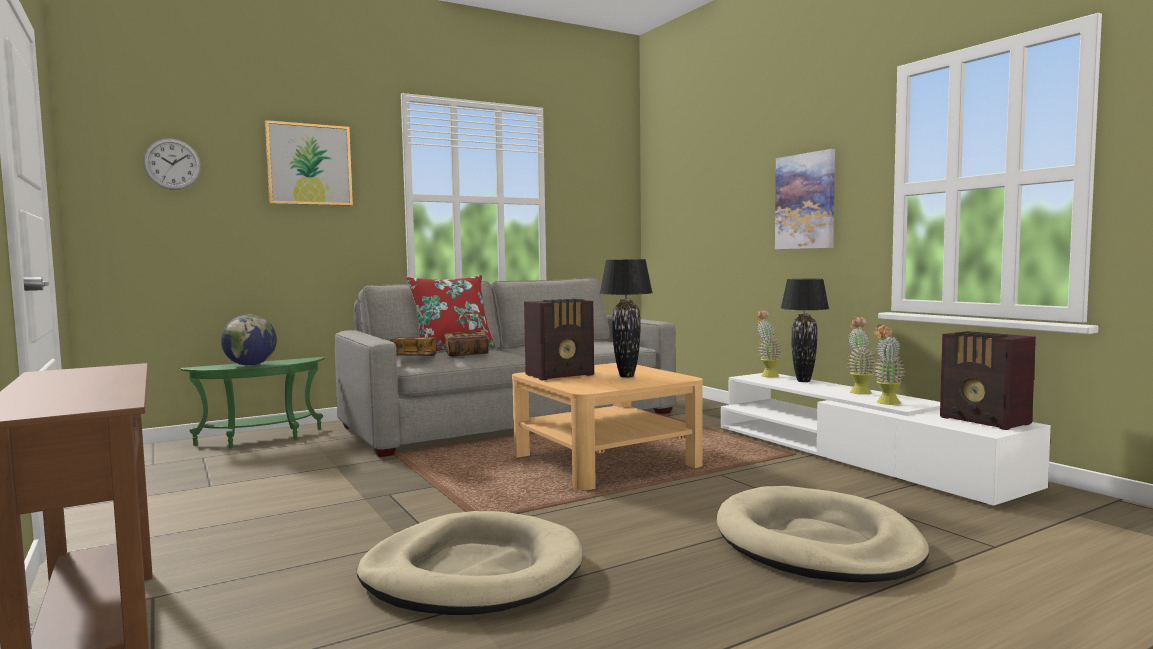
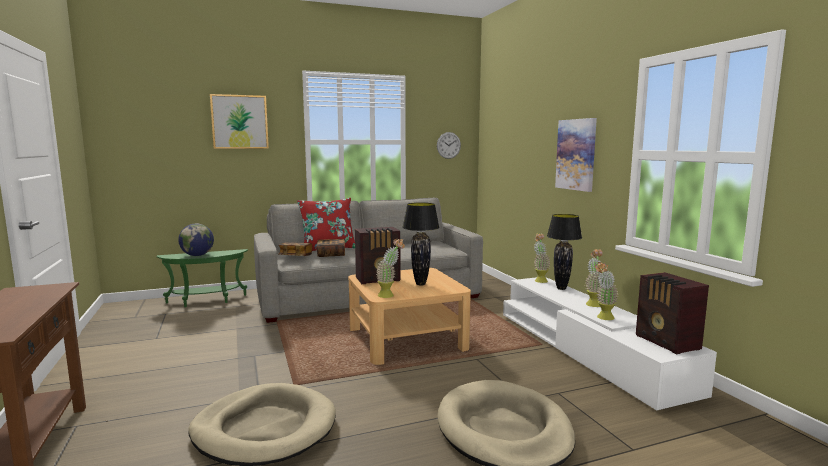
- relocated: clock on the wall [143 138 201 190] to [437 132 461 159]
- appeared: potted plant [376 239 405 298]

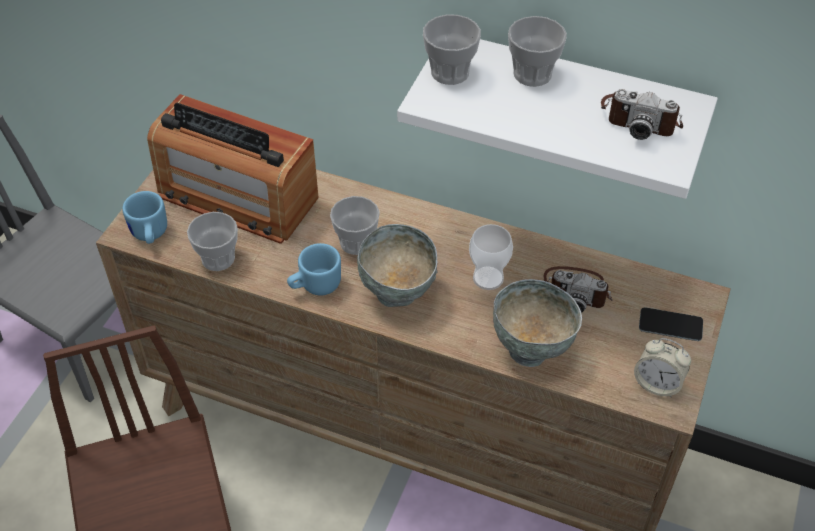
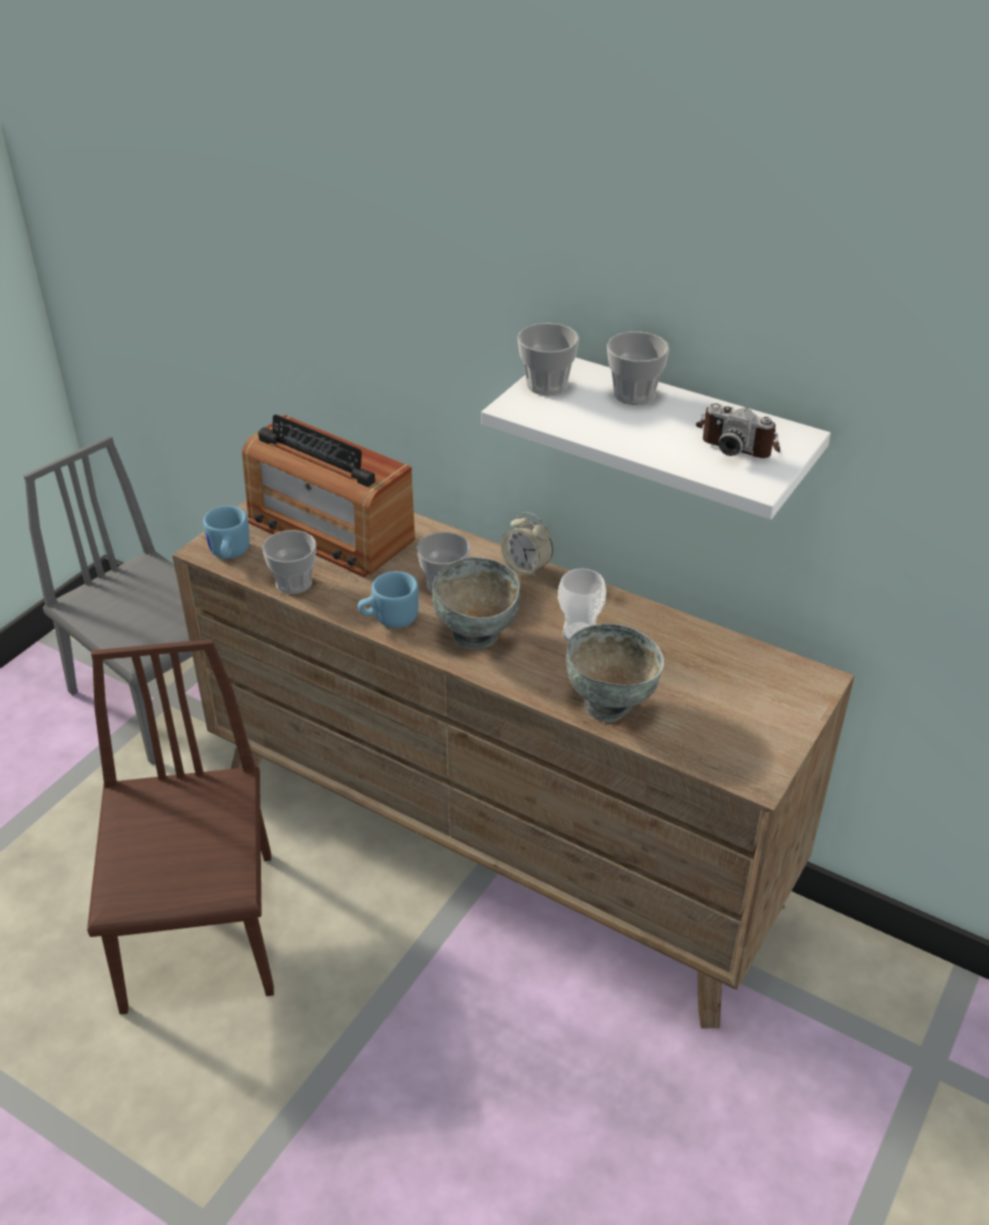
- missing: photo camera [544 266 612 313]
- relocated: bedside clock [634 338 691 397] to [501 512 553 578]
- missing: telephone [639 307 703 341]

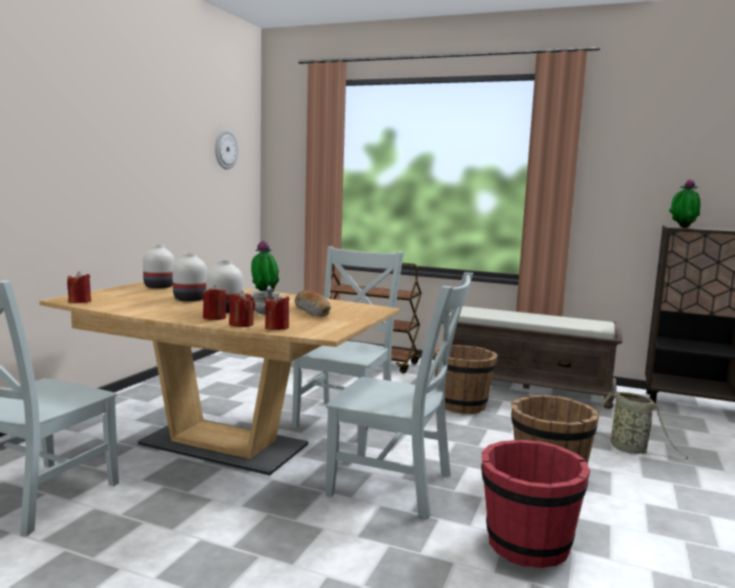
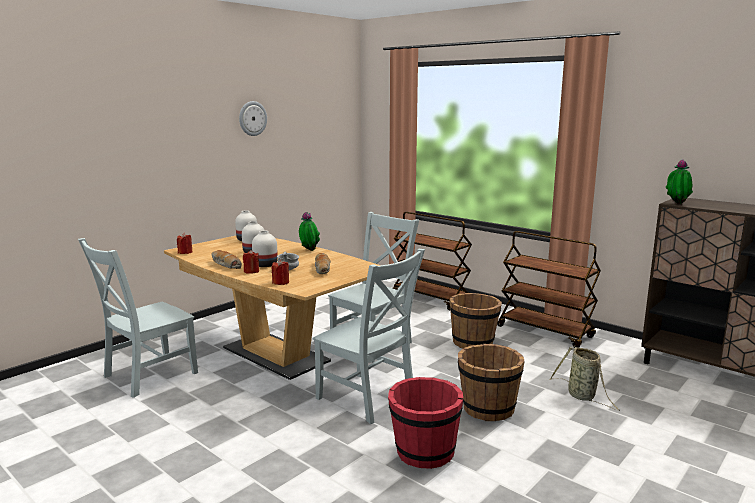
- relocated: clock on the wall [215 130 238 169] to [239 101 267 136]
- missing: red candle [229 291 255 327]
- exchanged: brown-coloured long seat [442 306 622 409] to brown-coloured wheeled cart [497 231 601 348]
- appeared: bread [211 250 242 269]

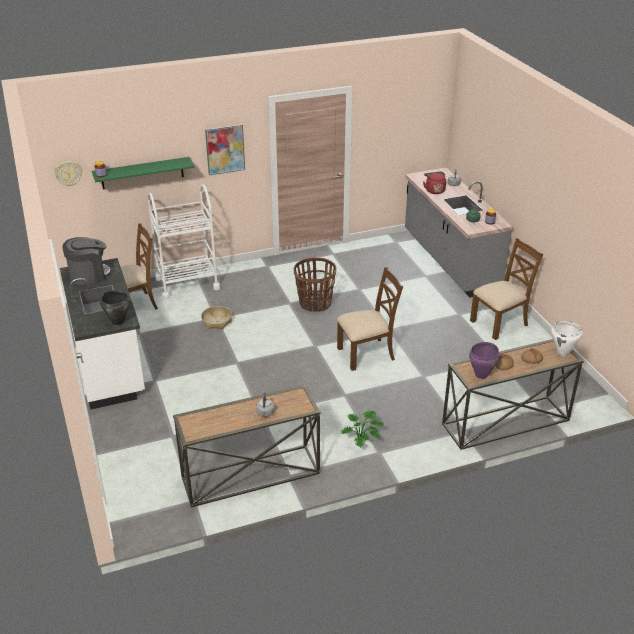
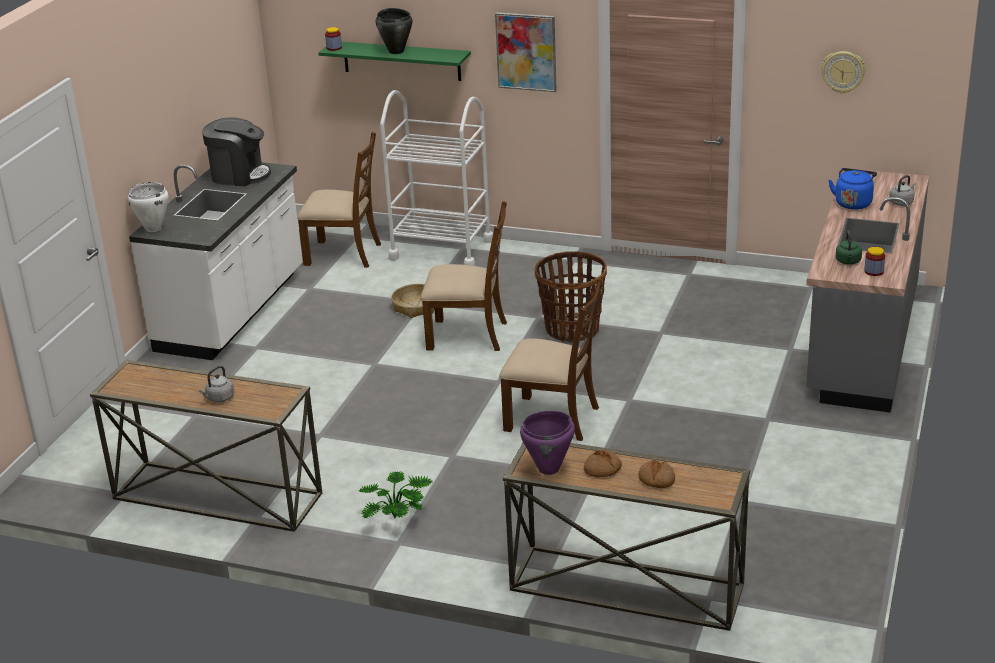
- relocated: clock on the wall [55 161 82 186] to [821 51 866 94]
- relocated: blackish saucepot [100 290 130 325] to [376 8 413 54]
- colour: red water kettle [423 172 446 194] to blue-coloured water kettle [828 168 877 210]
- relocated: brown-coloured chair [470 238 543 340] to [421 201 507 351]
- relocated: white-coloured saucepot [551 321 583 356] to [128 182 168 232]

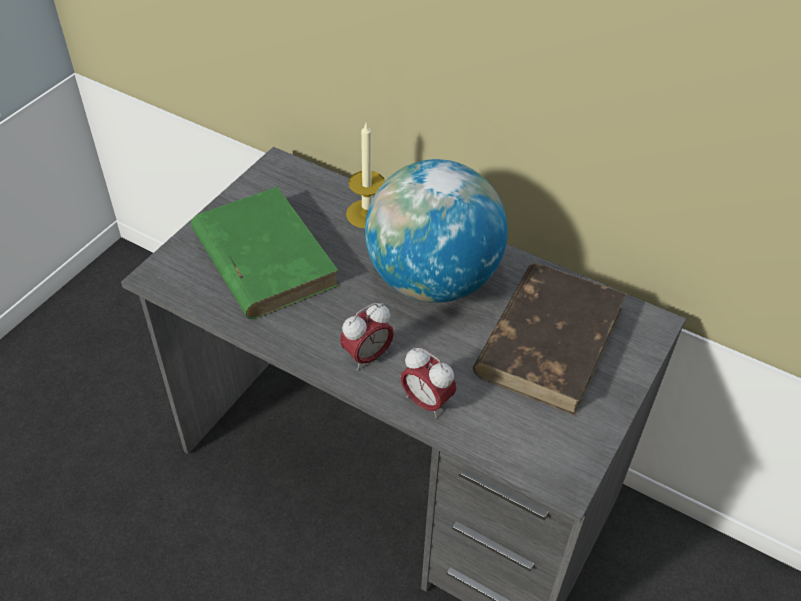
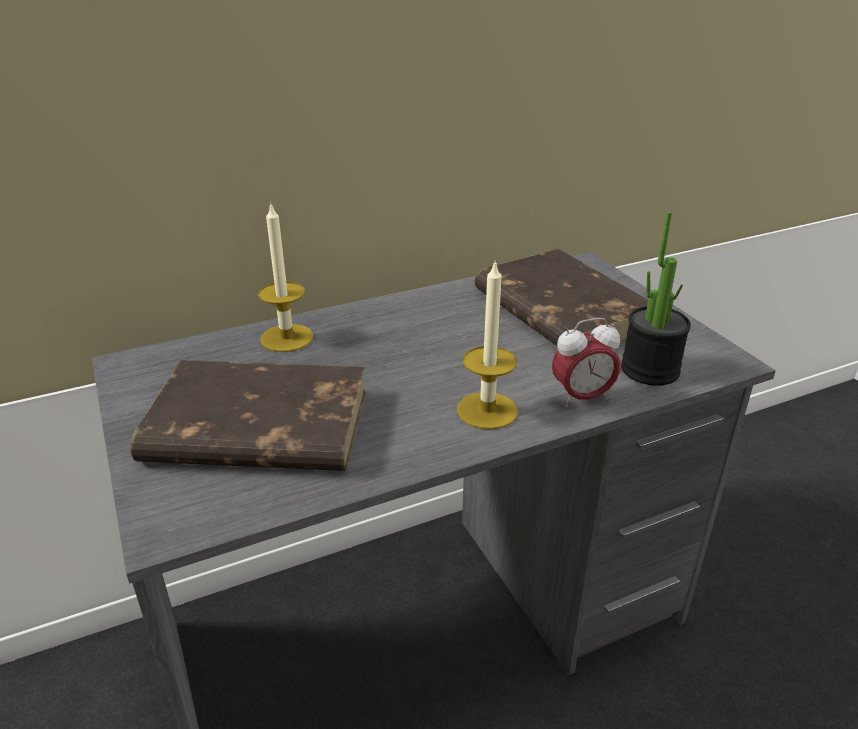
- colour: greenish book [191 187 339 319] to brown-coloured book [131 360 367 471]
- exchanged: bedside clock [340 303 394 371] to candle [457 259 518 430]
- missing: desk globe [365 159 508 303]
- appeared: potted plant [621 211 691 386]

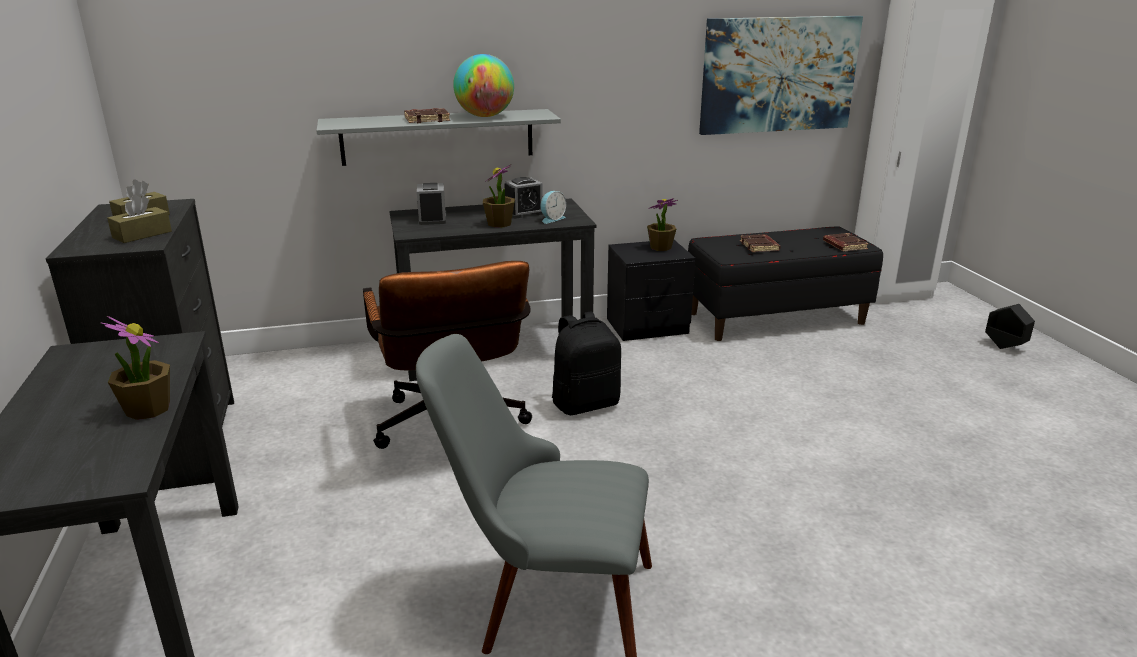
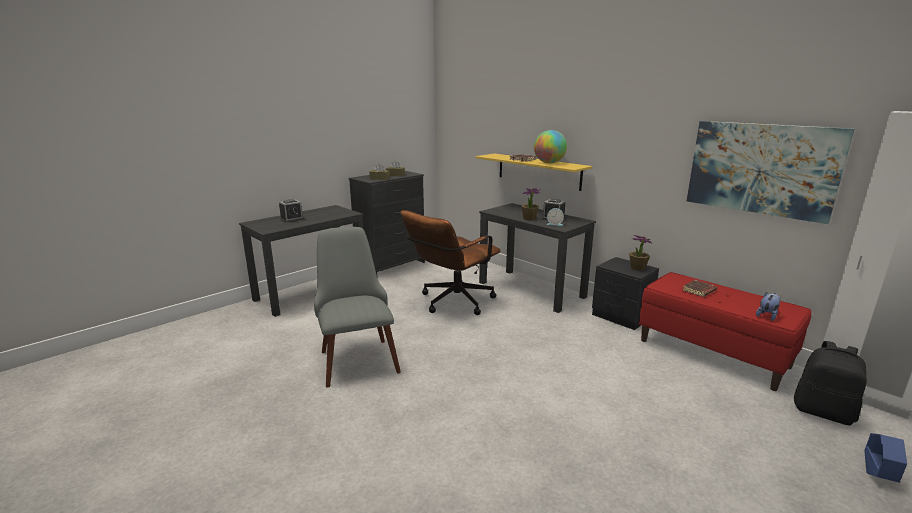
- missing: potted plant [100 316 170 420]
- colour: gray bracket shelf [316 109 561 166] to yellow-coloured bracket shelf [476 153 592 191]
- relocated: bedside clock [417 183 446 225] to [279 199 304 223]
- relocated: blackish rucksack [552 312 621 415] to [794 341 867 426]
- colour: blackish long seat [688 226 883 341] to red long seat [639 272 811 391]
- exchanged: brown-coloured book [823 233 869 252] to plush toy [756 292 781 321]
- colour: blackish planter [985 304 1035 349] to blue-coloured planter [864 433 907 483]

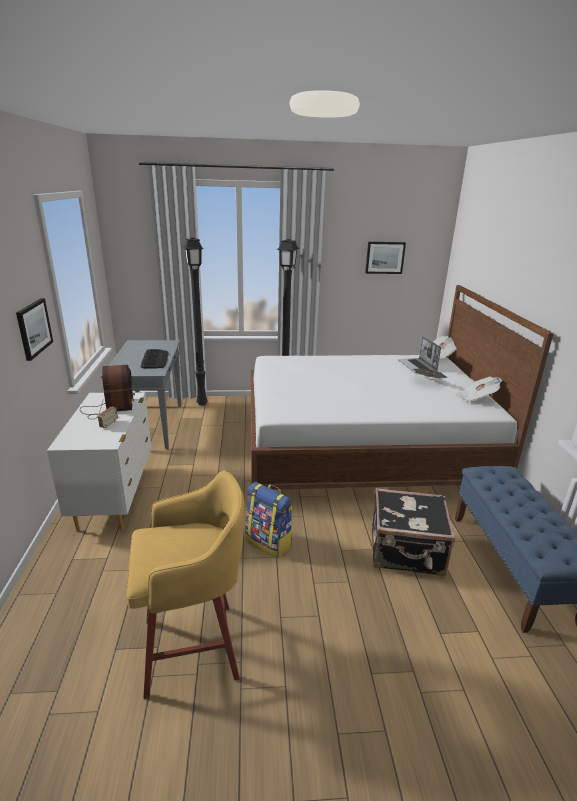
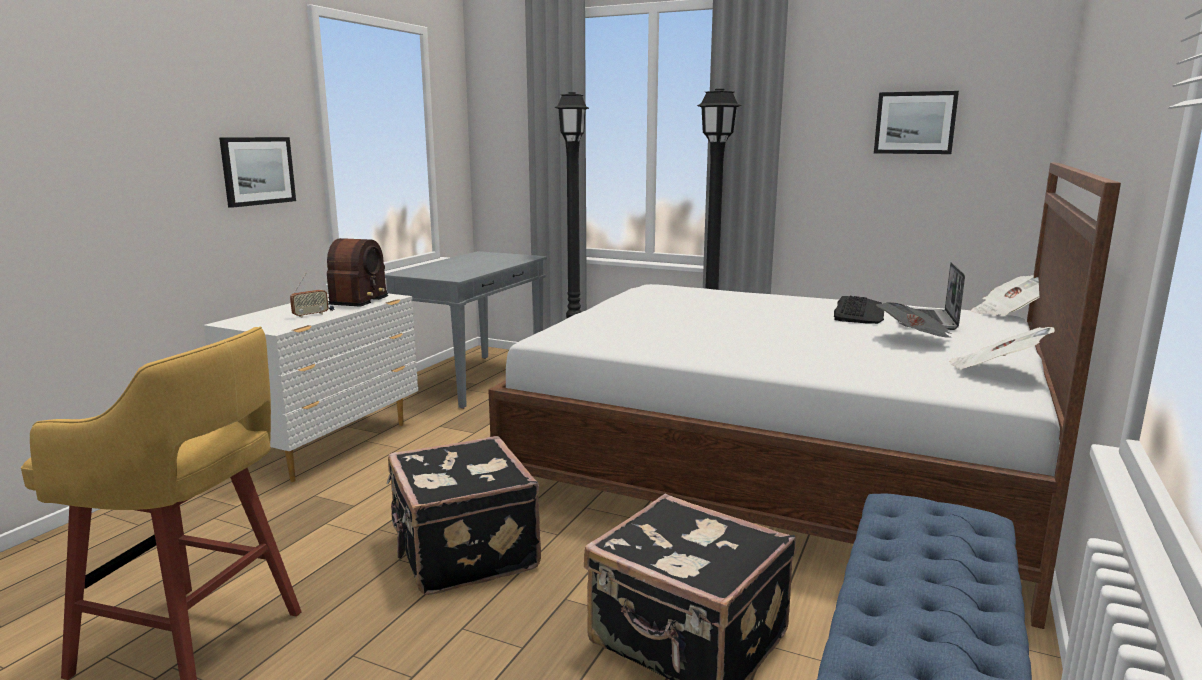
- relocated: keyboard [141 349 169 369] to [834 296 884 324]
- exchanged: rucksack [245 482 293 558] to blackish piece of luggage [387 436 541 595]

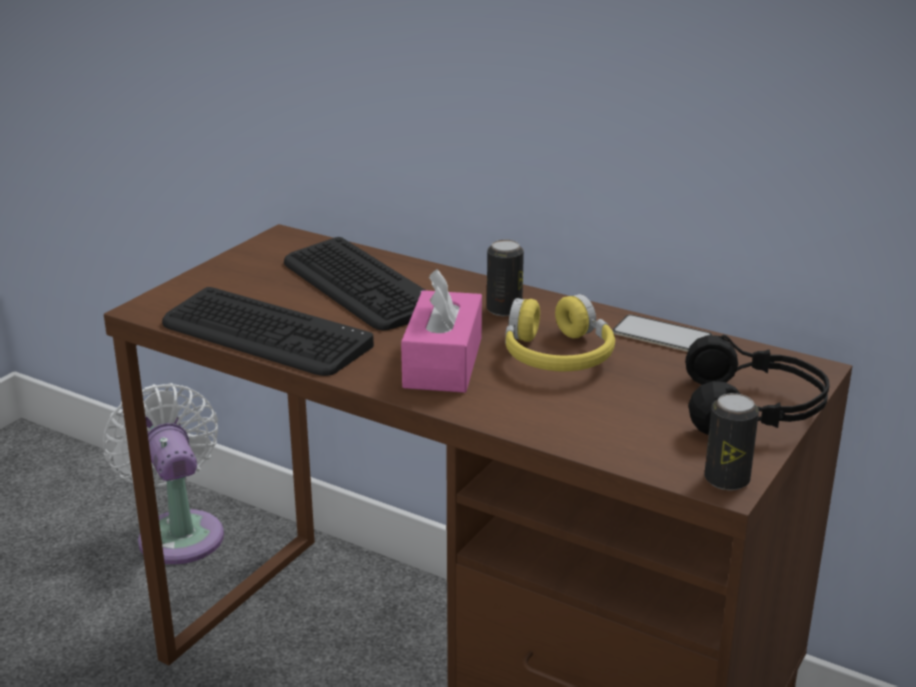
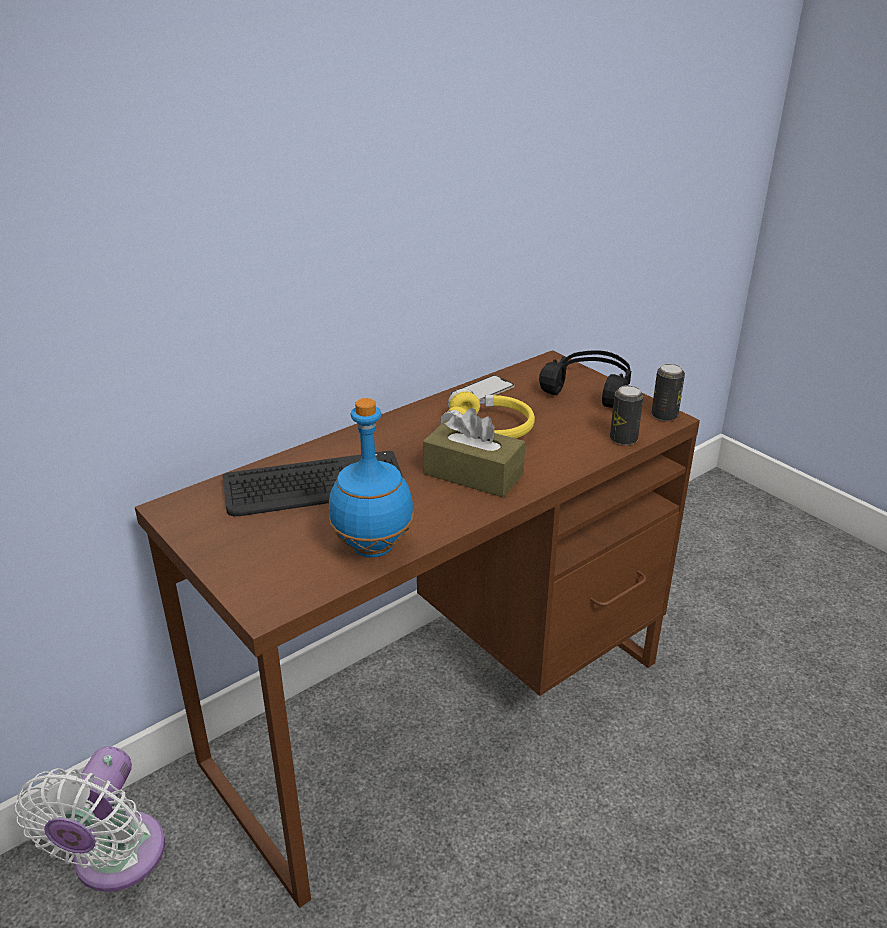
- spun: white-coloured cooling fan [103 383 224 564] = [15 746 165 892] 75 degrees counterclockwise
- exchanged: keyboard [162 287 374 376] to blue-coloured beverage bottle [329 398 414 558]
- colour: pink-coloured box of tissues [401 269 482 393] to brown-coloured box of tissues [423 408 525 497]
- relocated: sealed can [487 240 524 316] to [610 385 644 445]

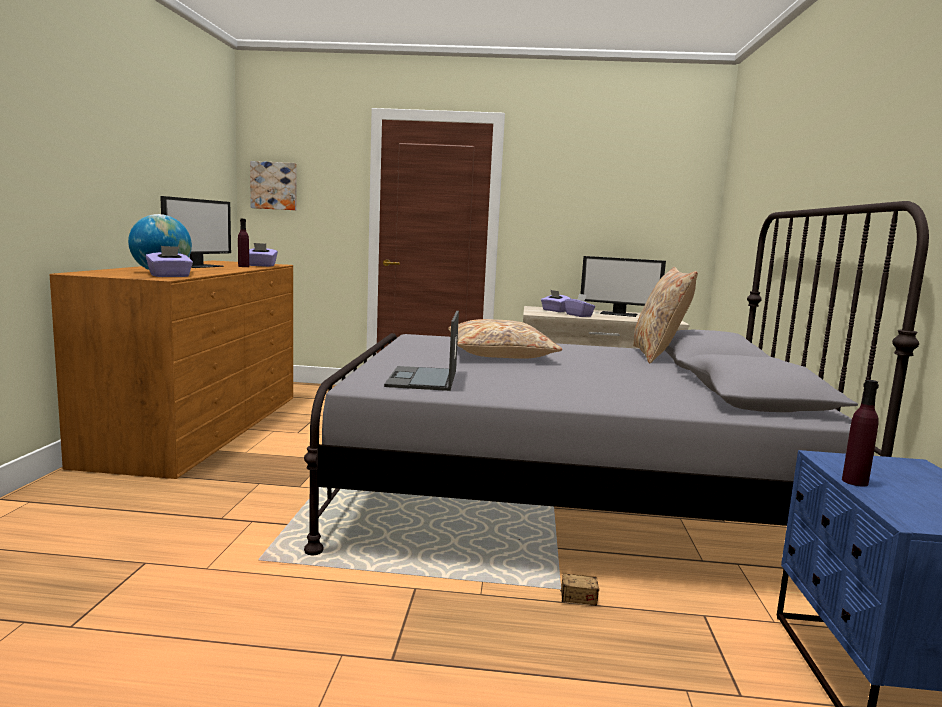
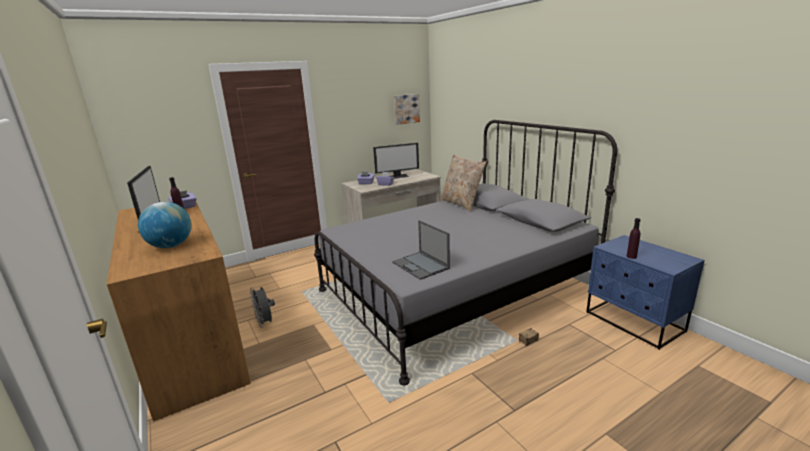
- missing: purple box of tissues [146 246 193 277]
- relocated: picture [250 161 297 210] to [394 94 420 125]
- missing: beige-coloured throw pillow [448 319 562 359]
- appeared: gray cooling fan [249 287 275 328]

